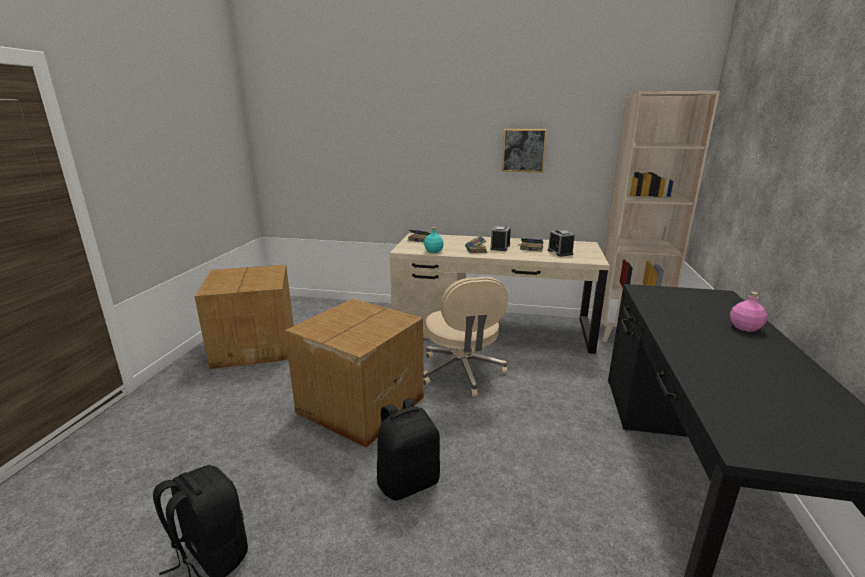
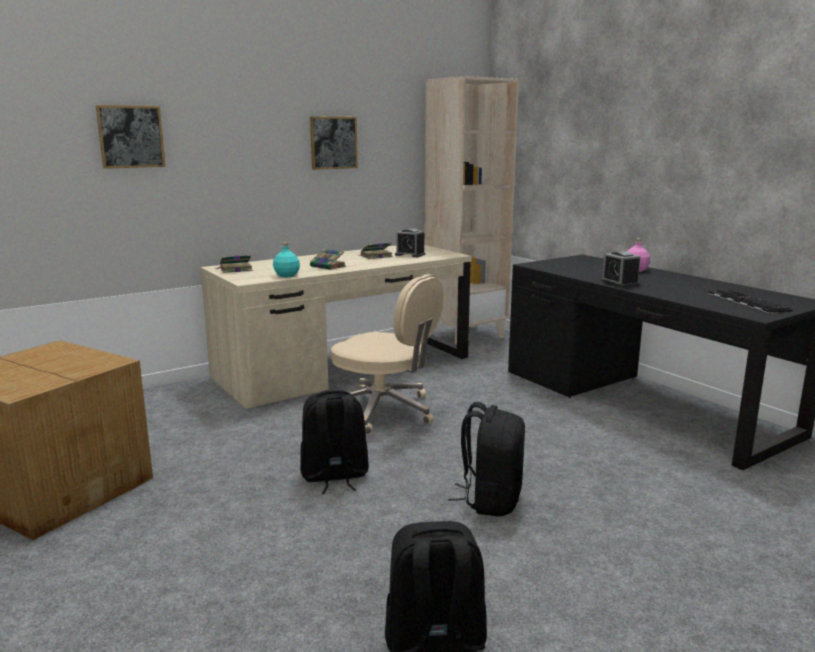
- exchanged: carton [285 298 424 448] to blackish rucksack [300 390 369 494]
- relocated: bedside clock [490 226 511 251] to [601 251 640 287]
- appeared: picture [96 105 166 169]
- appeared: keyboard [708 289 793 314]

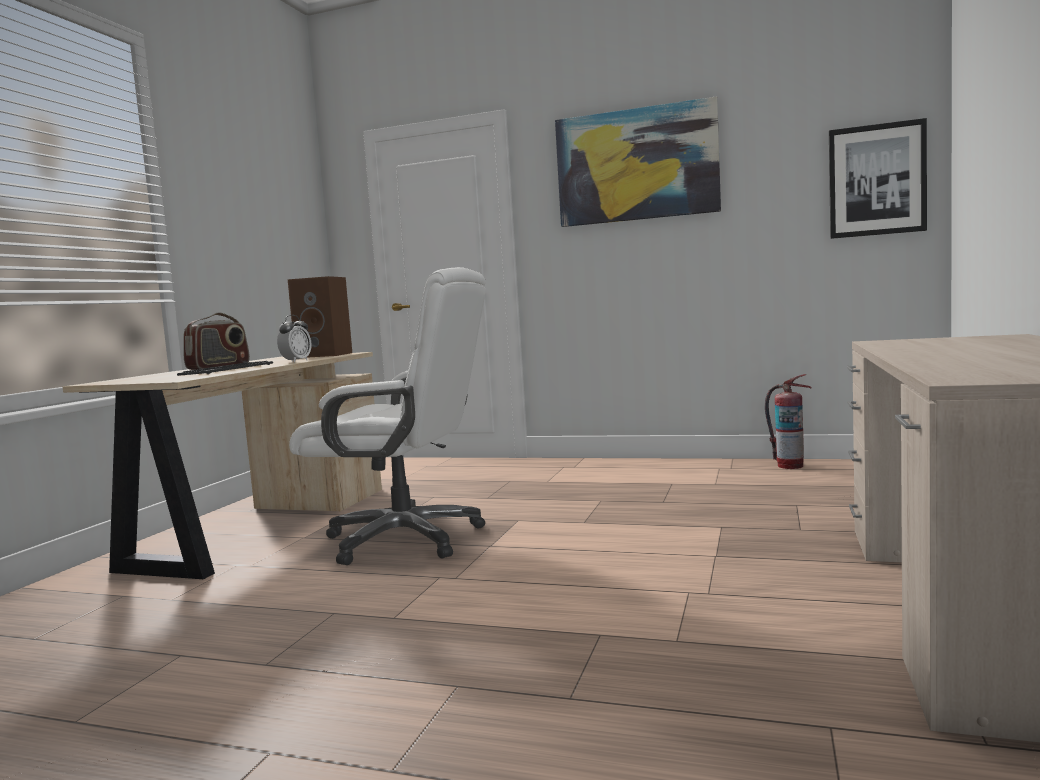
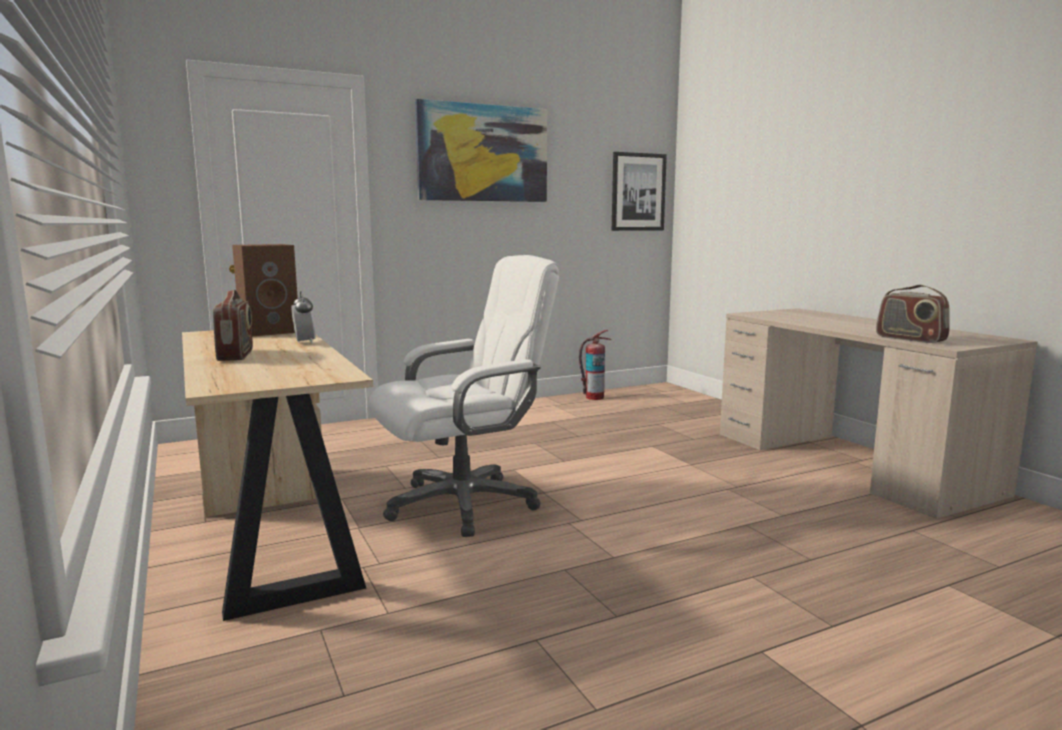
- missing: keyboard [177 361 273 376]
- appeared: radio receiver [876 285 950 343]

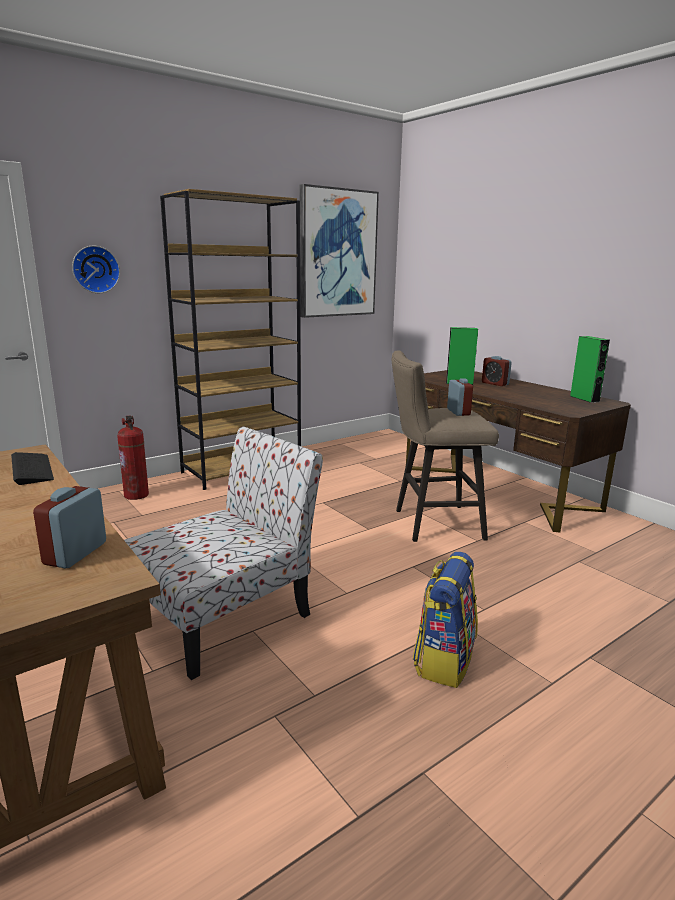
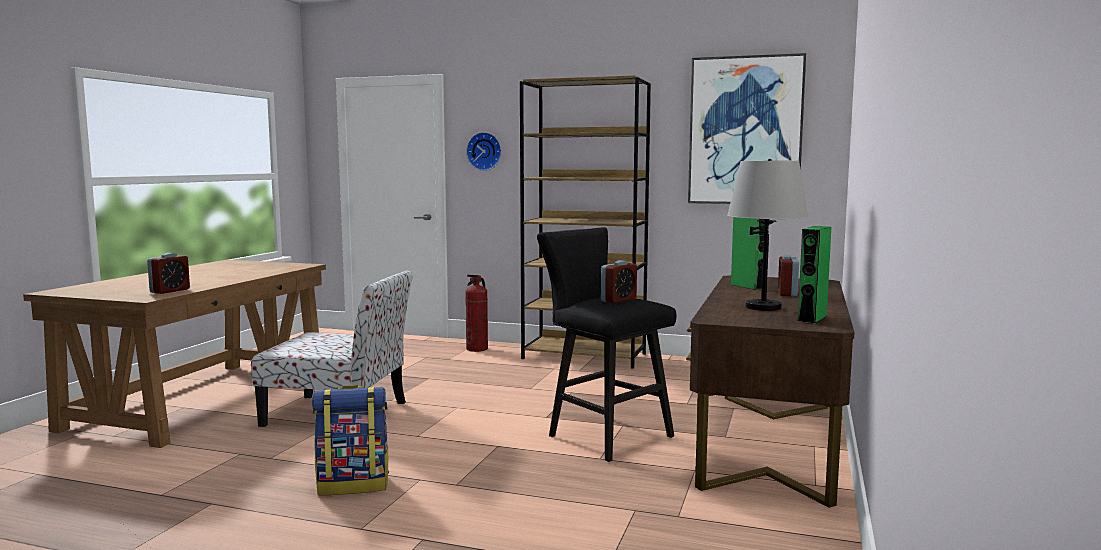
- missing: keyboard [11 452 54 485]
- spun: bedside clock [33 486 106 568] = [147 253 190 294] 135 degrees clockwise
- colour: beige-coloured stool [392 351 499 542] to blackish stool [537 227 676 462]
- appeared: gray lamp for a table [727 159 808 311]

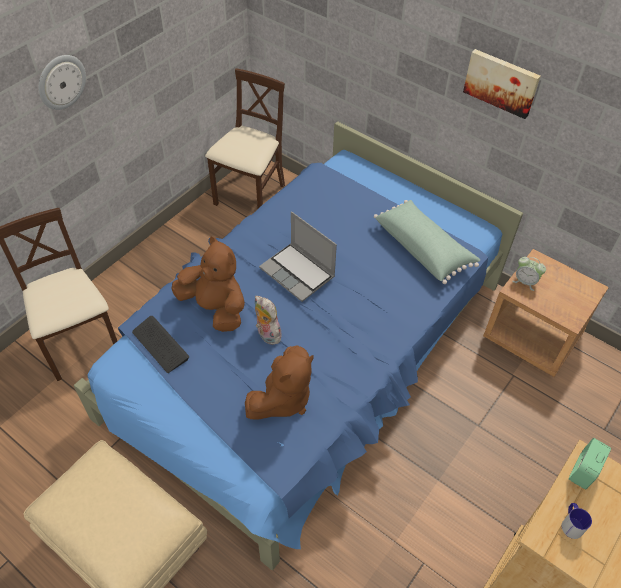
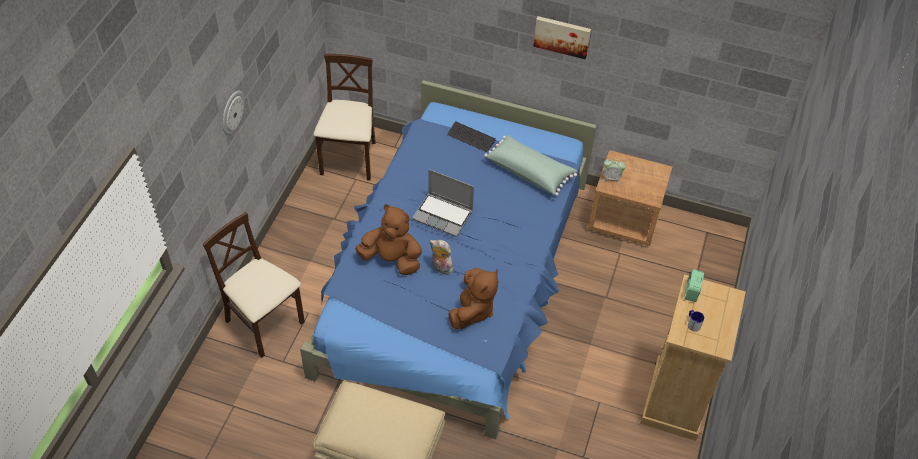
- relocated: keyboard [132 316 190 373] to [447 122 496 152]

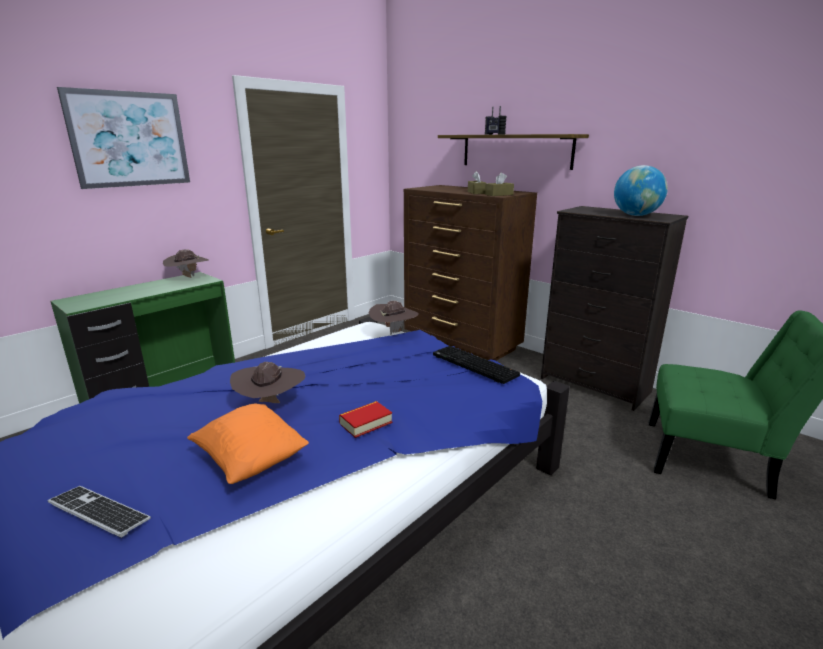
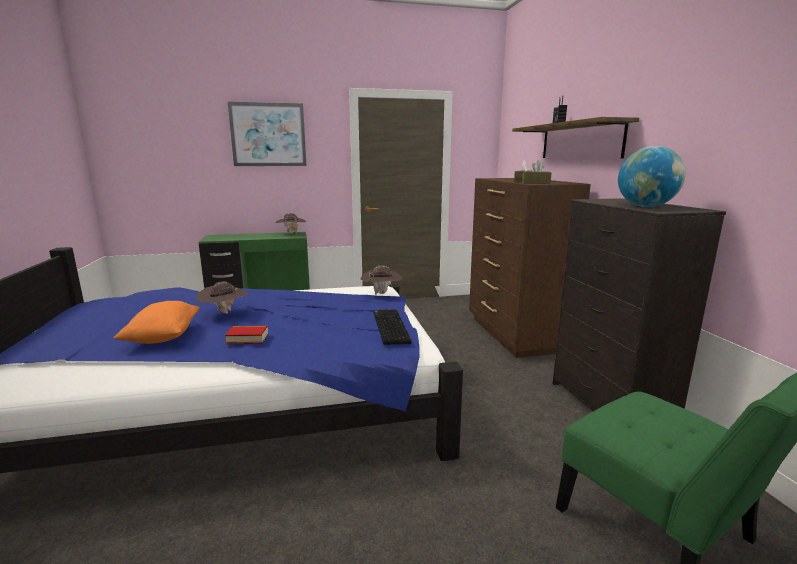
- missing: keyboard [48 486 151 538]

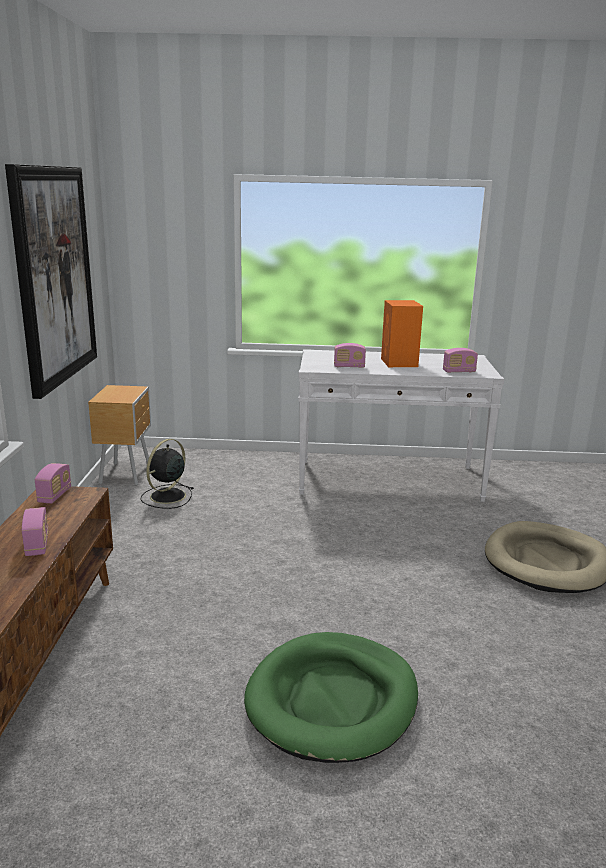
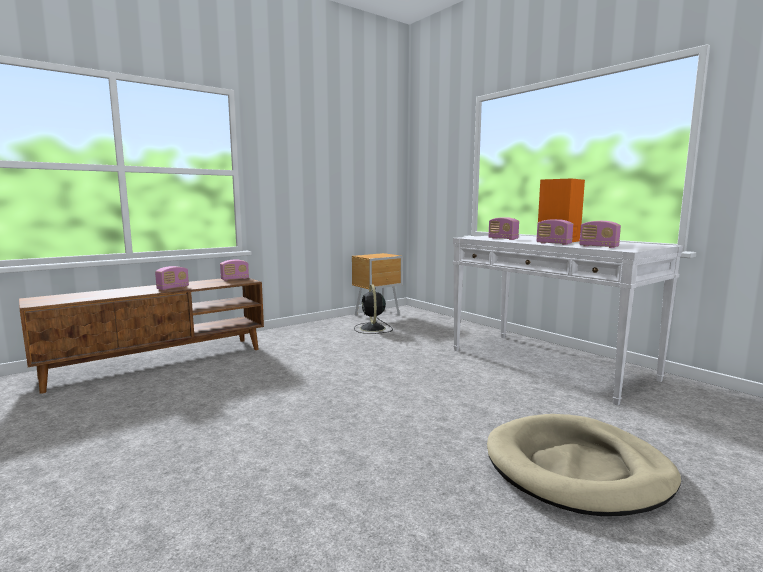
- missing: picture [5 164 97 399]
- spun: blackish cooling fan [140 439 193 509] = [354 284 393 334] 90 degrees counterclockwise
- missing: greenish dog cushion [244 632 418 763]
- appeared: radio receiver [536 219 573 245]

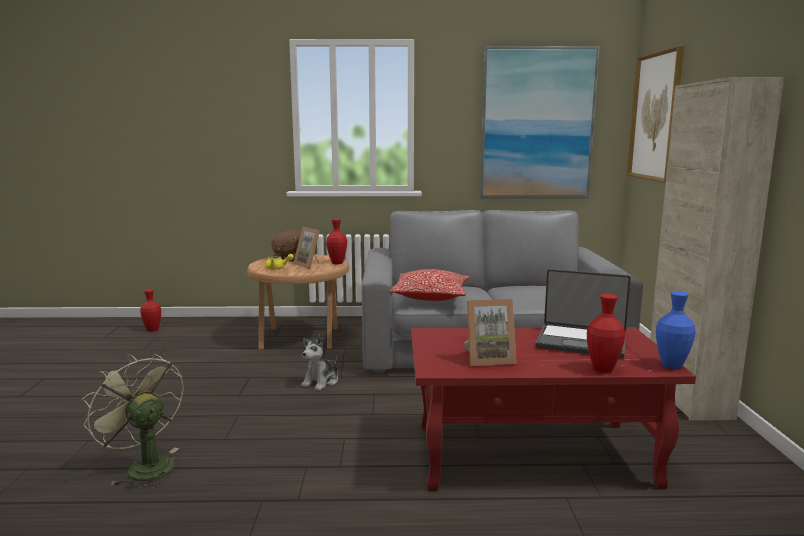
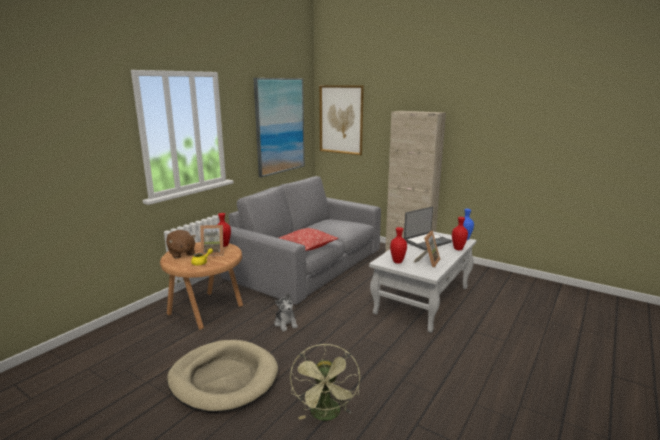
- spun: greenish cooling fan [82 354 184 490] = [290 344 360 421] 75 degrees counterclockwise
- relocated: red flower vase [140 289 161 332] to [390 227 407 264]
- colour: red lounge table [411 327 696 492] to white-coloured lounge table [369 232 476 333]
- appeared: beige-coloured dog cushion [167 340 278 413]

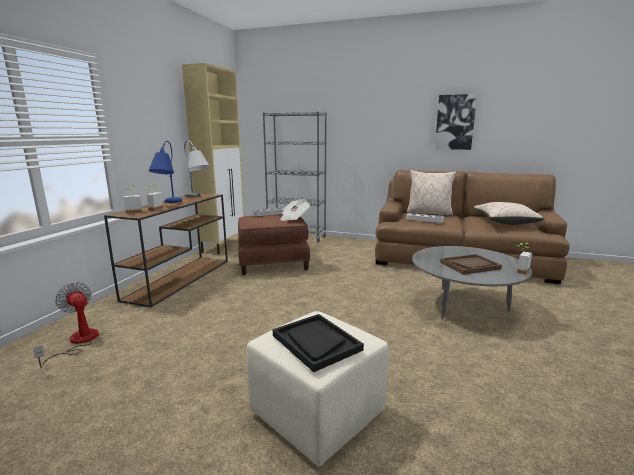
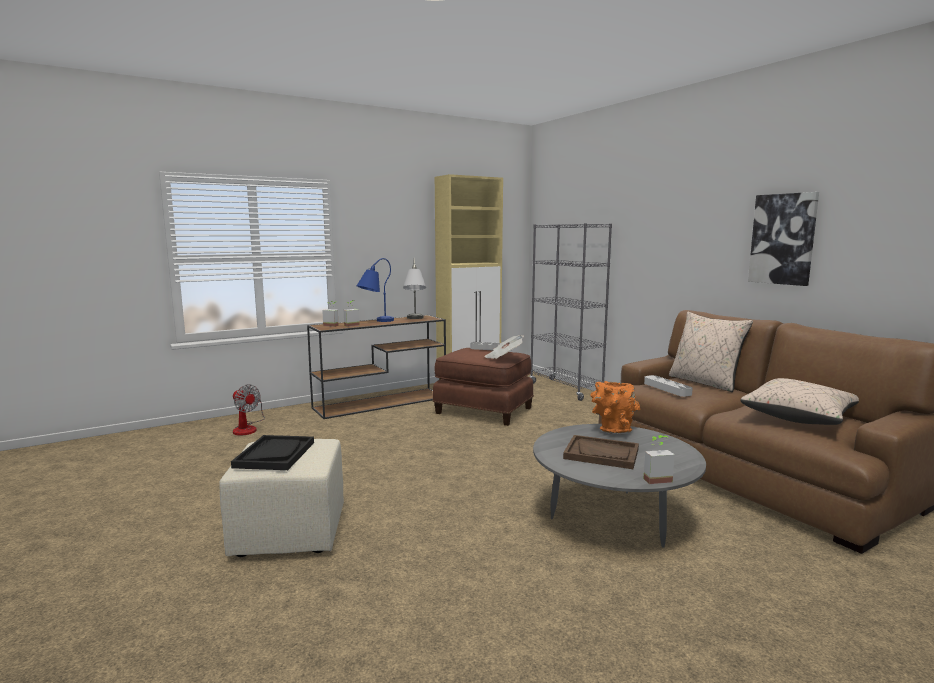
- spun: cooling fan [33 282 99 368] = [233 384 265 436] 135 degrees clockwise
- appeared: orangey flower vase [590 381 640 434]

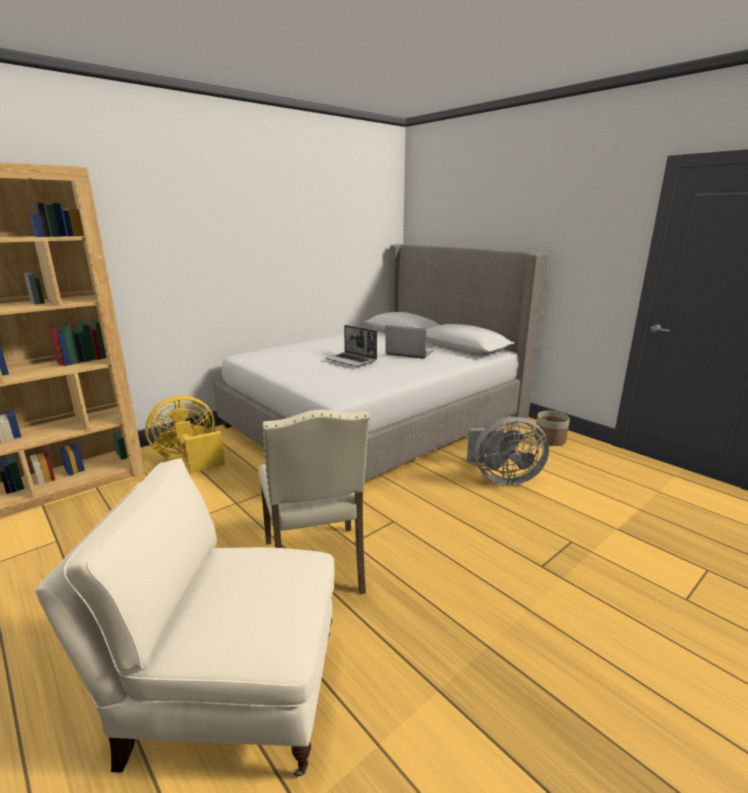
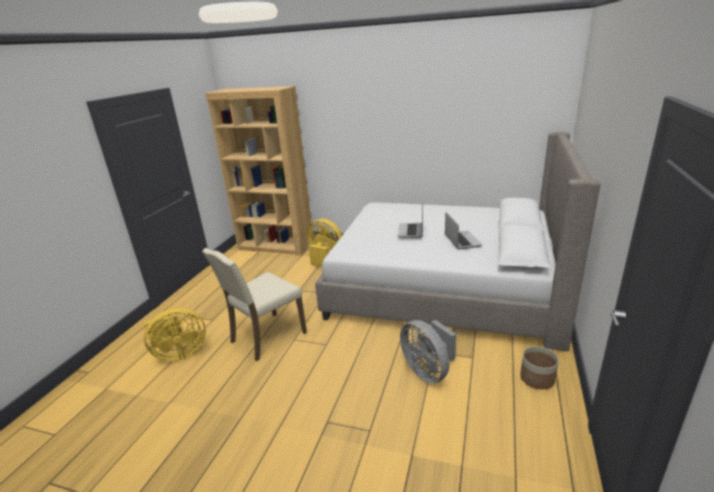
- exchanged: beige-coloured lounge chair [36 458 335 777] to yellow-coloured cooling fan [144 308 206 361]

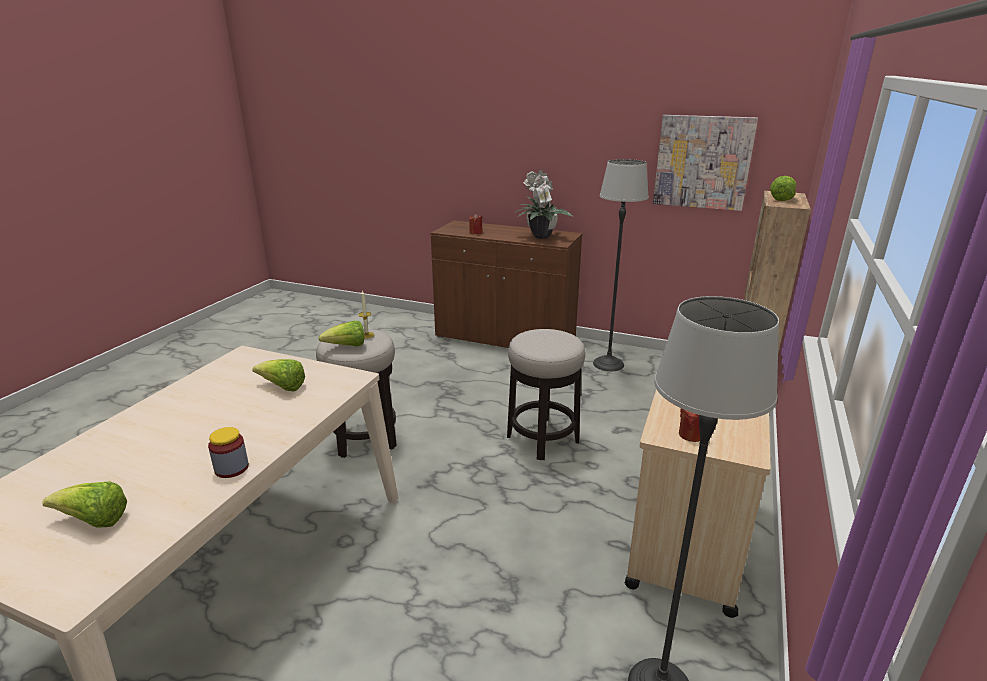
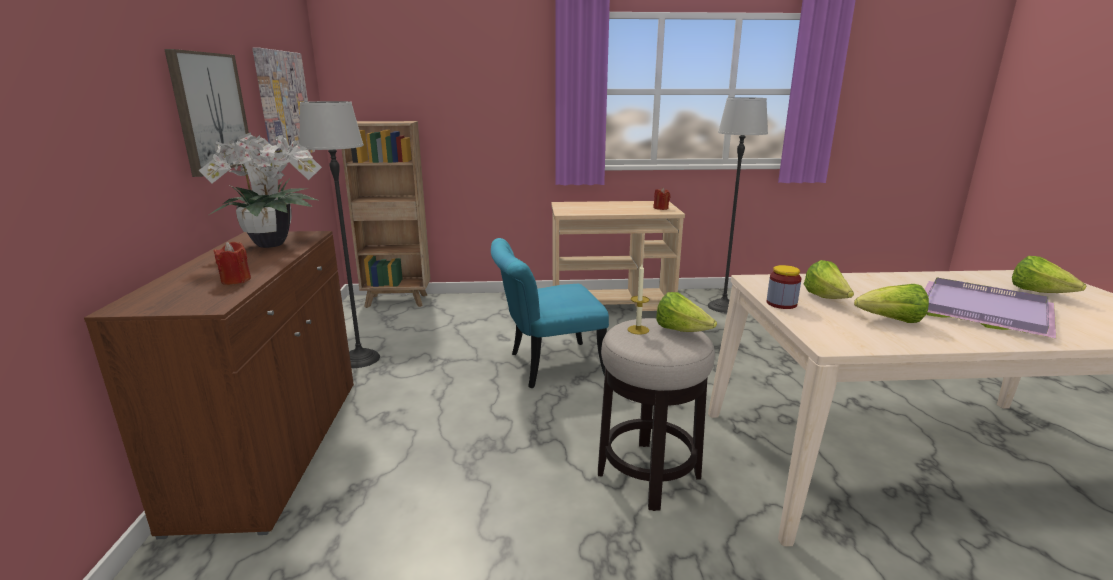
- relocated: storage jar [208 427 249 478] to [767 265 802 309]
- exchanged: stool [507 329 586 460] to blue-green chair [491 238 609 388]
- relocated: lettuce head [770 176 796 201] to [854 284 929 323]
- appeared: picture [164 49 249 177]
- appeared: purple carrying tray [925 278 1056 338]

